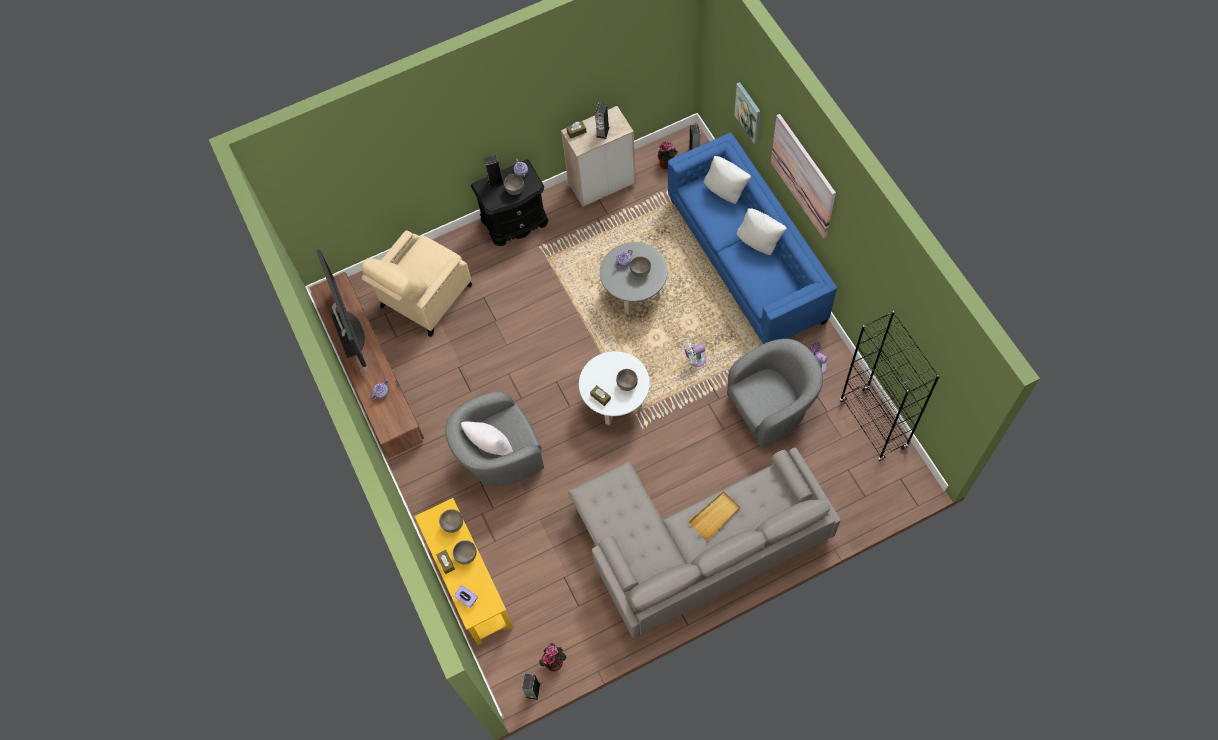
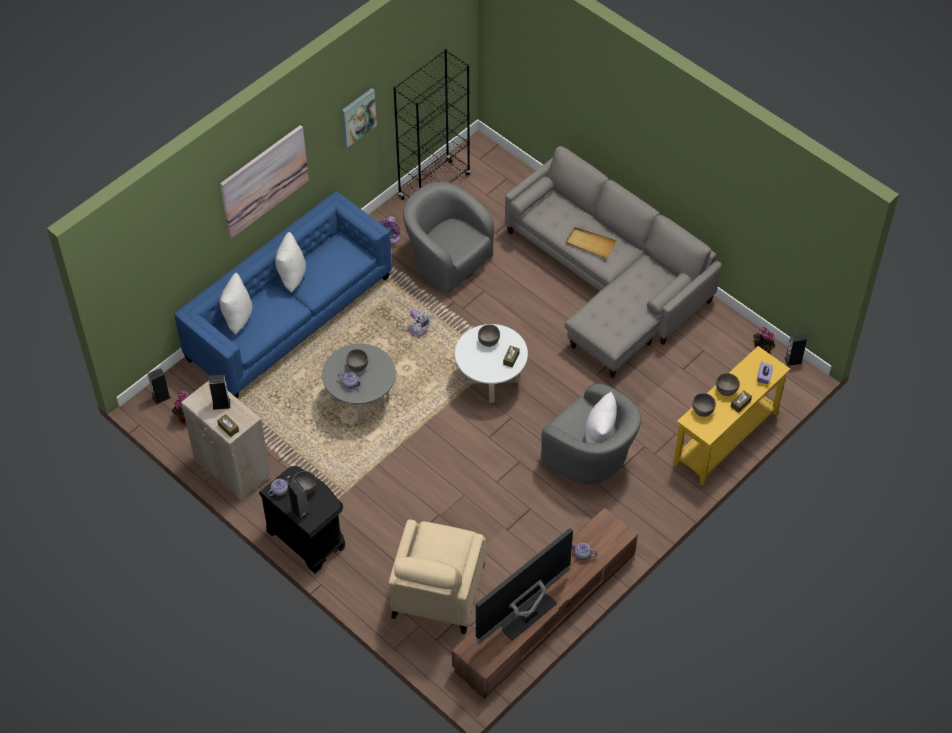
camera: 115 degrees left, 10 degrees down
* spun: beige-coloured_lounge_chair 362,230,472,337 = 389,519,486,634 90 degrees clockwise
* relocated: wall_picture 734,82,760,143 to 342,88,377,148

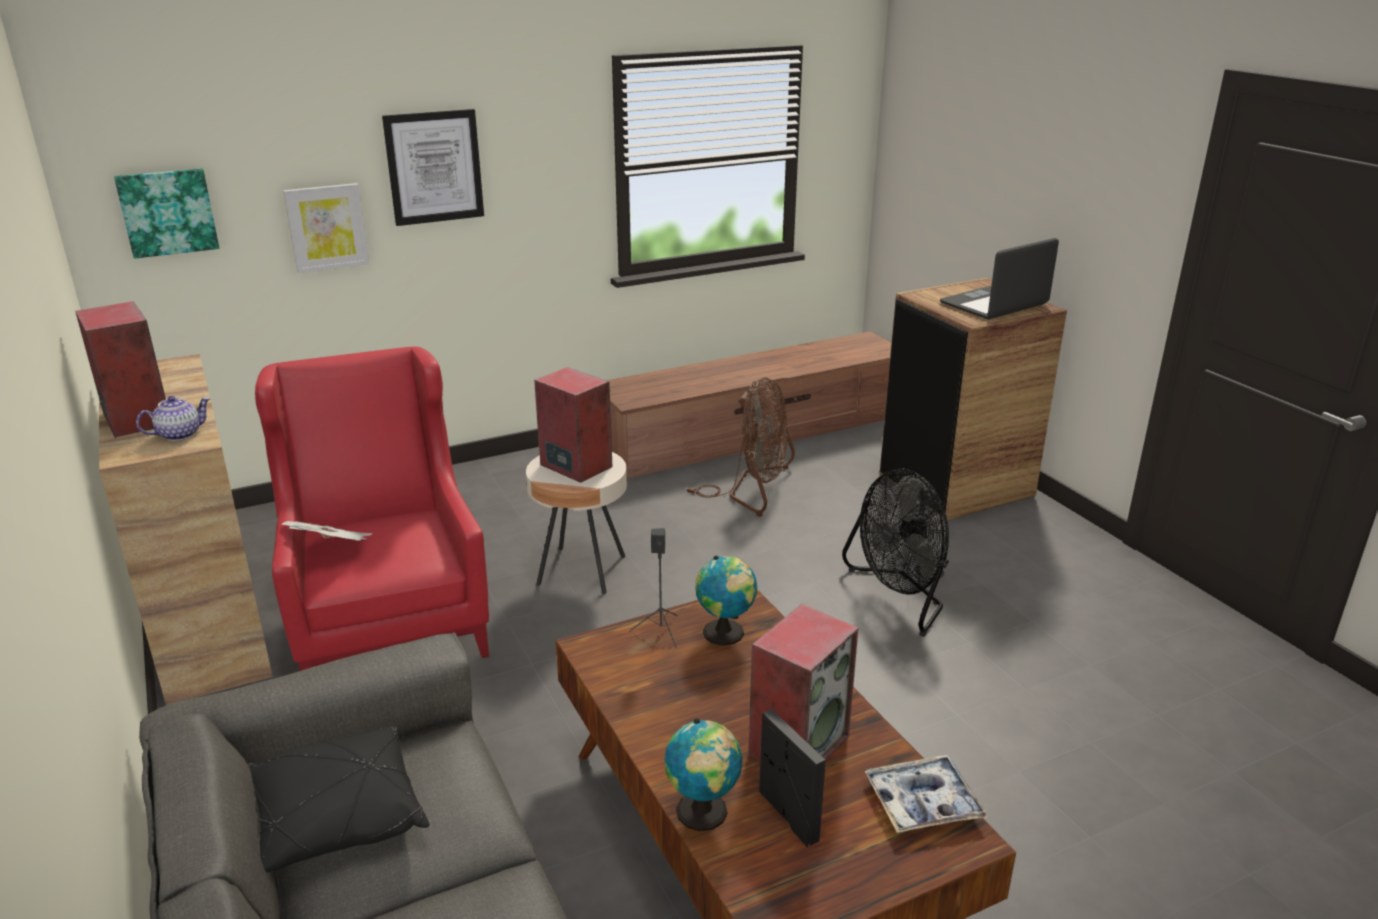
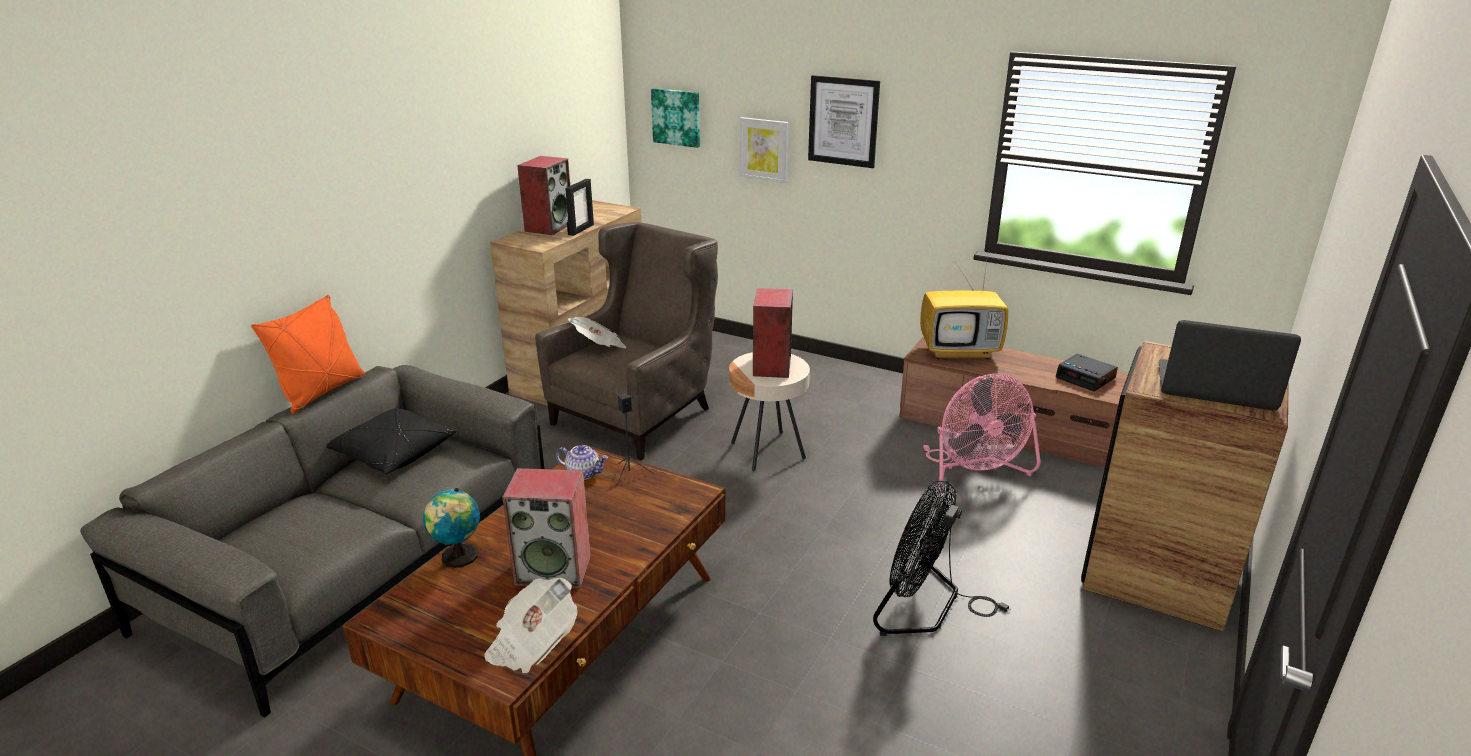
camera: 55 degrees right, 0 degrees up
* relocated: teapot 136,396,211,441 to 556,445,608,480
* colour: red-coloured_lounge_chair 255,347,489,671 to greyish_lounge_chair 535,222,718,460
* colour: brown_fan 687,377,795,517 to pink_fan 923,374,1041,488
* missing: desk_globe 695,555,757,646
* relocated: standing_frame 759,709,826,848 to 565,179,594,236
* exchanged: carrying_tray 865,755,987,833 to printed_paper 484,578,578,673
* appeared: orange-coloured_throw_pillow 251,295,365,414
* appeared: TV 920,255,1008,359
* appeared: bedside_clock 1055,354,1118,391

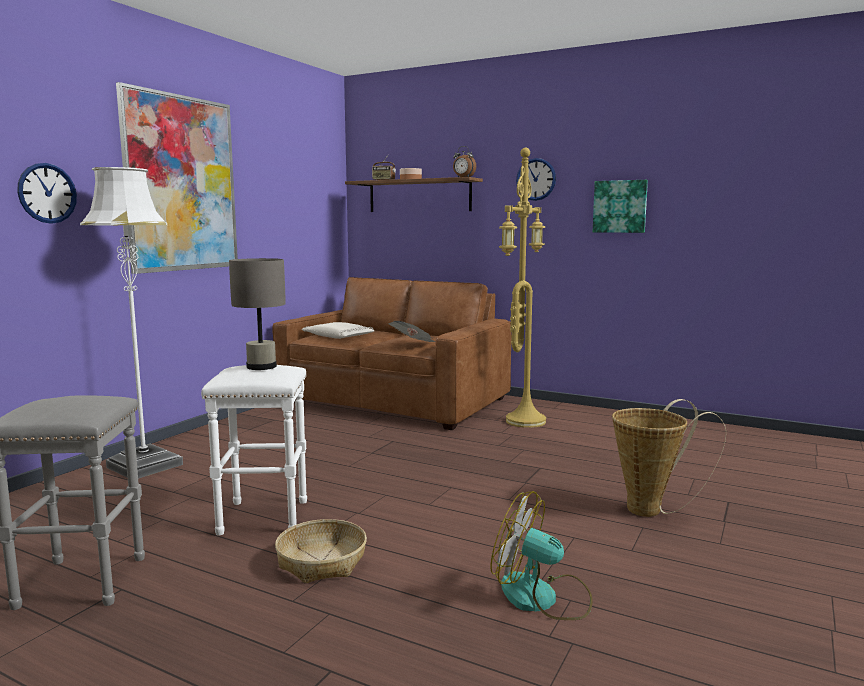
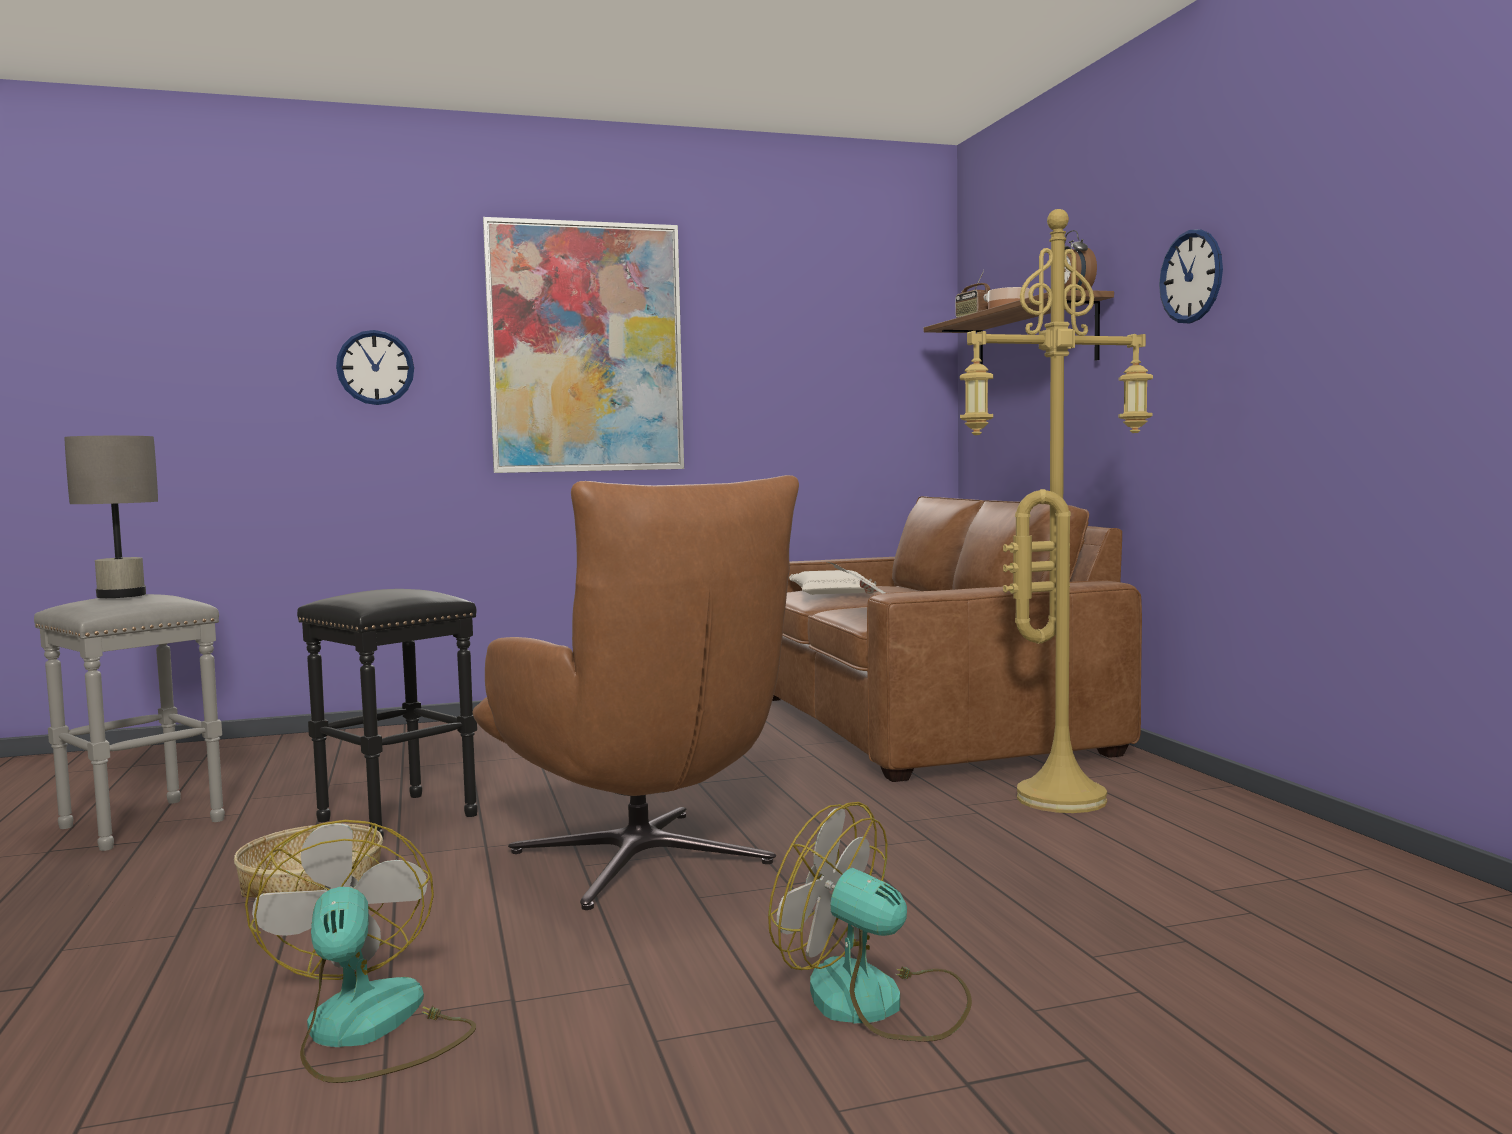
camera: 45 degrees right, 5 degrees down
* missing: whitish_standing_lamp 80,167,183,479
* colour: whitish_sitting_stool 201,365,307,535 to blackish_sitting_stool 297,589,478,838
* relocated: greyish_lamp_for_a_table 229,258,286,370 to 65,436,158,598
* missing: wall_picture 593,180,648,233
* exchanged: household_basket 612,399,726,517 to fan 768,802,972,1042
* appeared: brown_lounge_chair 473,475,799,910

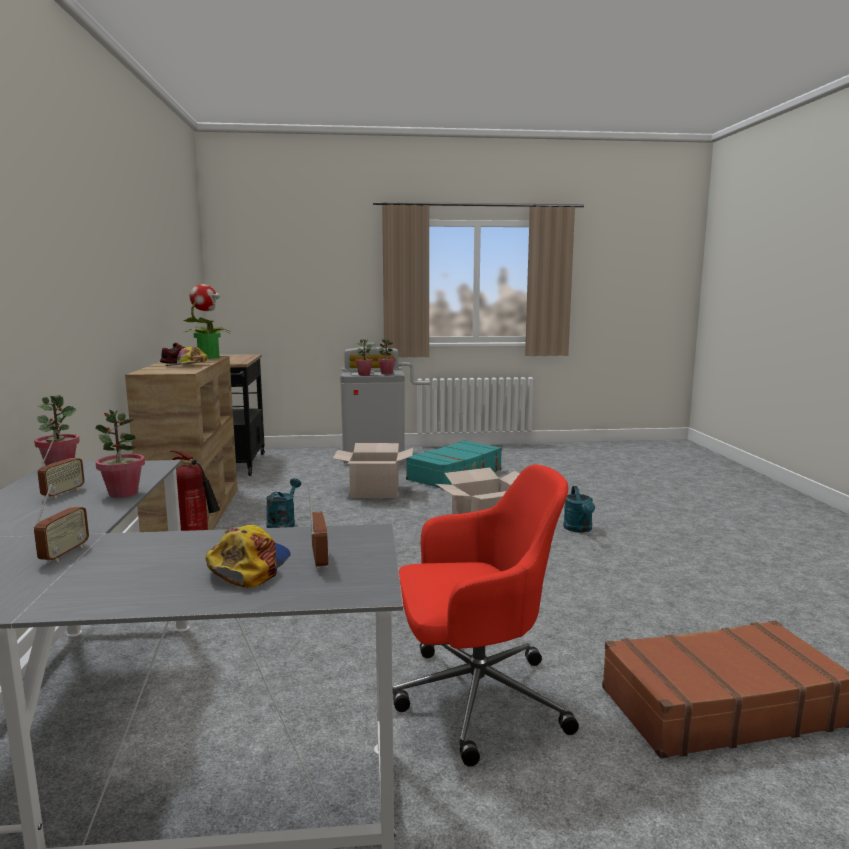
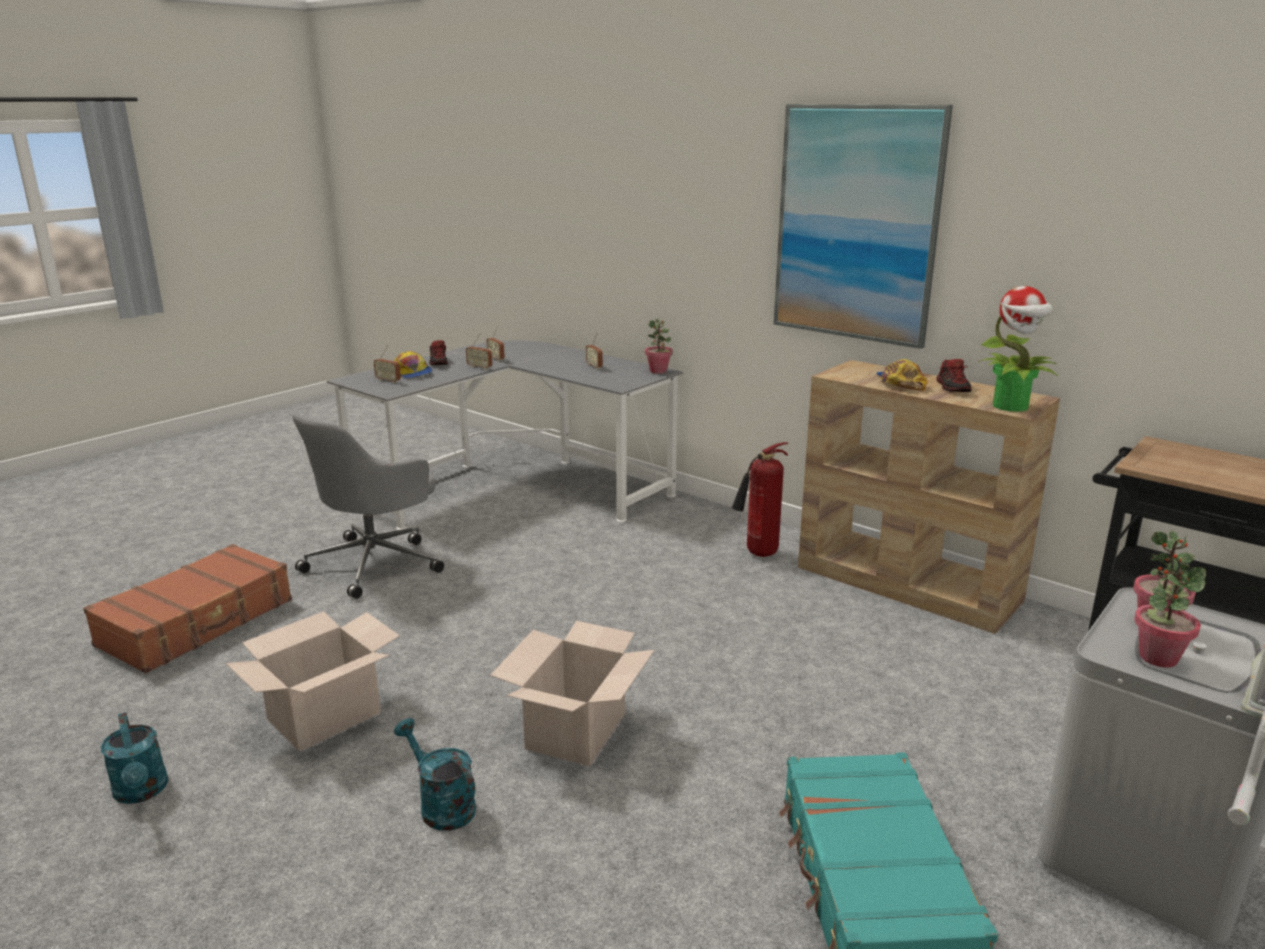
camera: 135 degrees right, 10 degrees up
* missing: potted_plant 95,410,145,498
* relocated: turquoise_watering_pot 266,478,301,528 to 101,712,168,804
* relocated: packing_box 333,443,413,498 to 226,611,400,751
* colour: red-coloured_computer_chair 392,464,579,767 to greyish_computer_chair 292,413,444,599
* appeared: low_shoe 429,340,448,365
* appeared: radio 466,333,492,370
* appeared: wall_picture 774,104,953,349

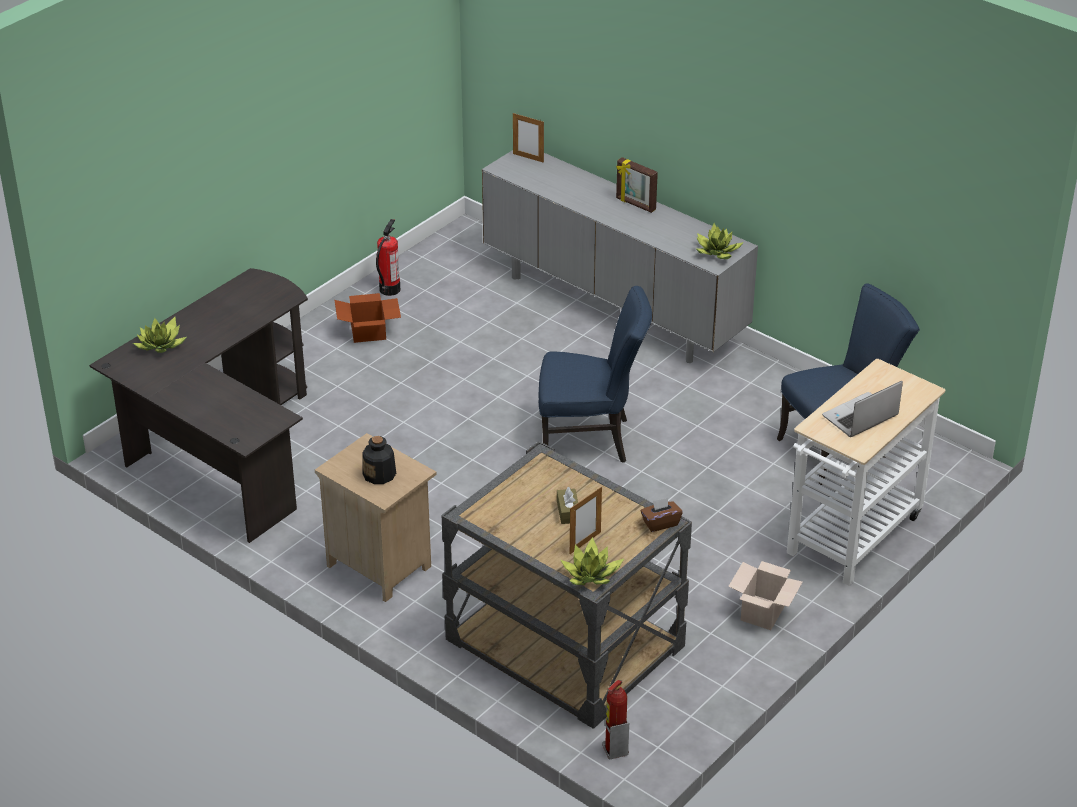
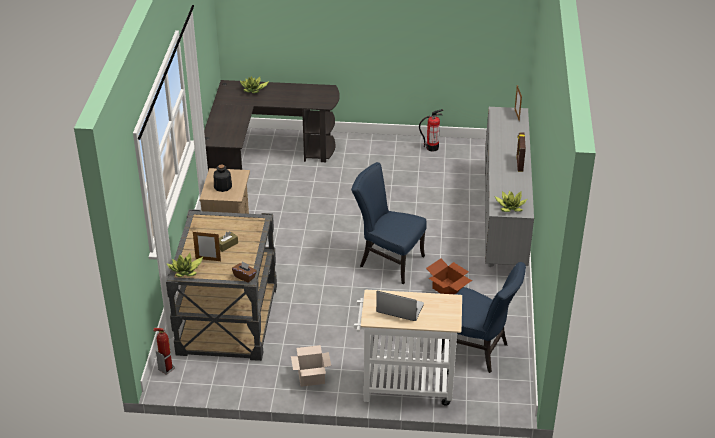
camera: 55 degrees right, 0 degrees up
* relocated: packing_box 334,293,401,343 to 426,259,472,294
* spun: blue-coloured_upright_chair 539,286,652,463 = 351,162,427,284 150 degrees clockwise

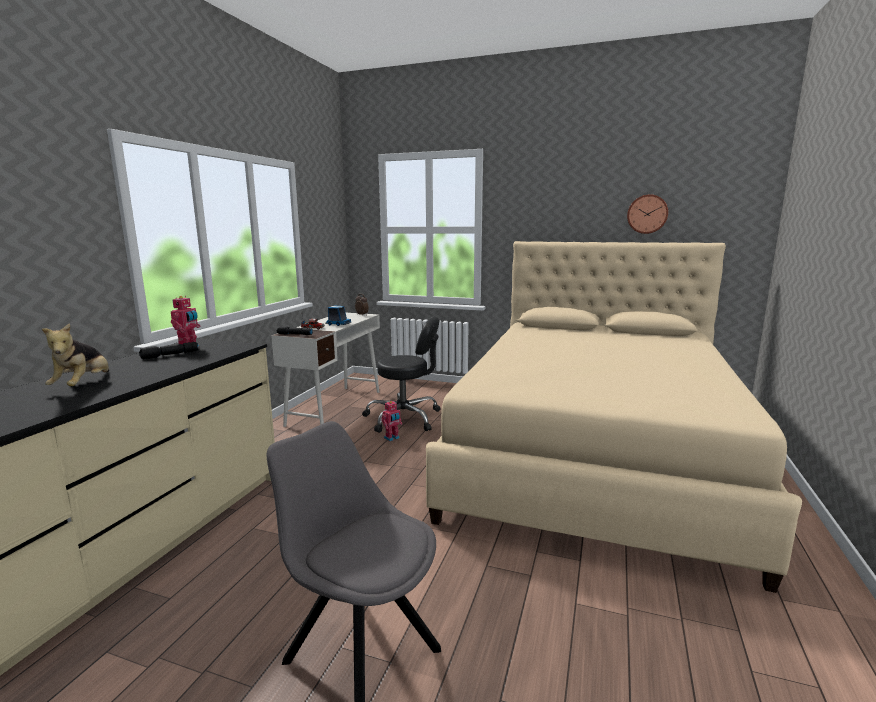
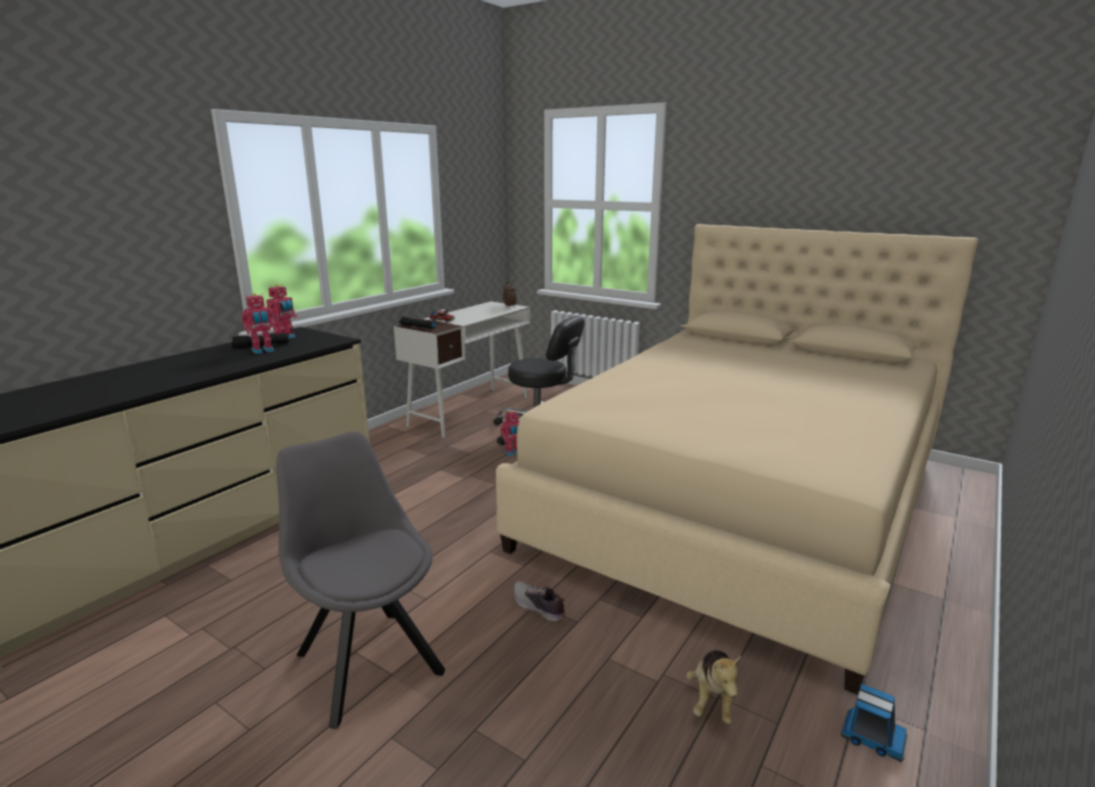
camera: 15 degrees right, 5 degrees up
* relocated: cuddly_toy 42,323,109,386 to 686,650,741,724
* relocated: toy_lorry 325,306,352,326 to 841,684,908,762
* missing: clock_on_the_wall 627,194,668,234
* appeared: robot_figure 241,293,276,354
* appeared: low_shoe 513,581,565,621

